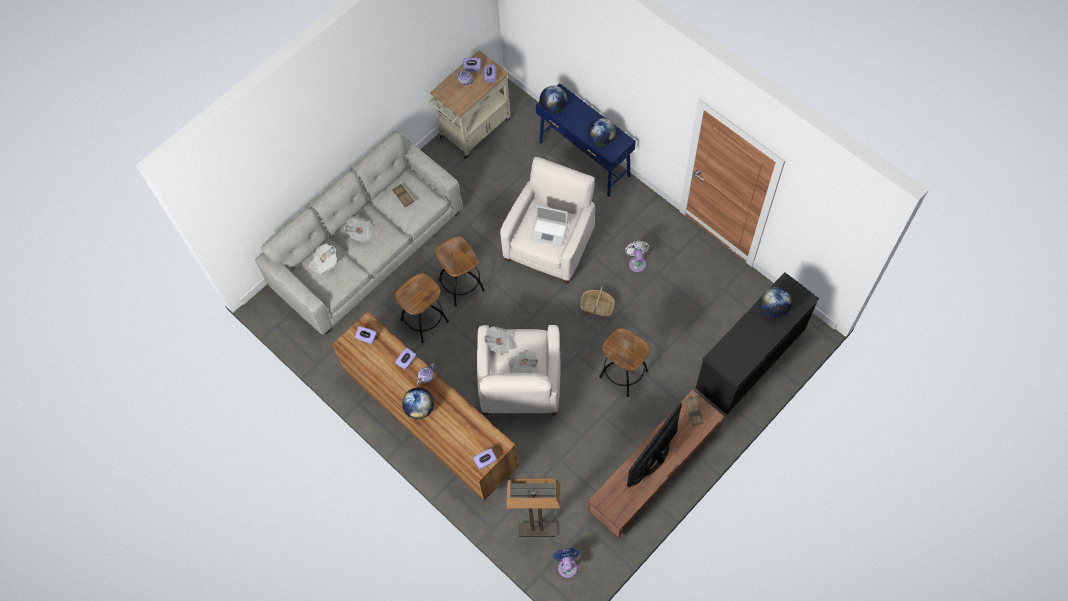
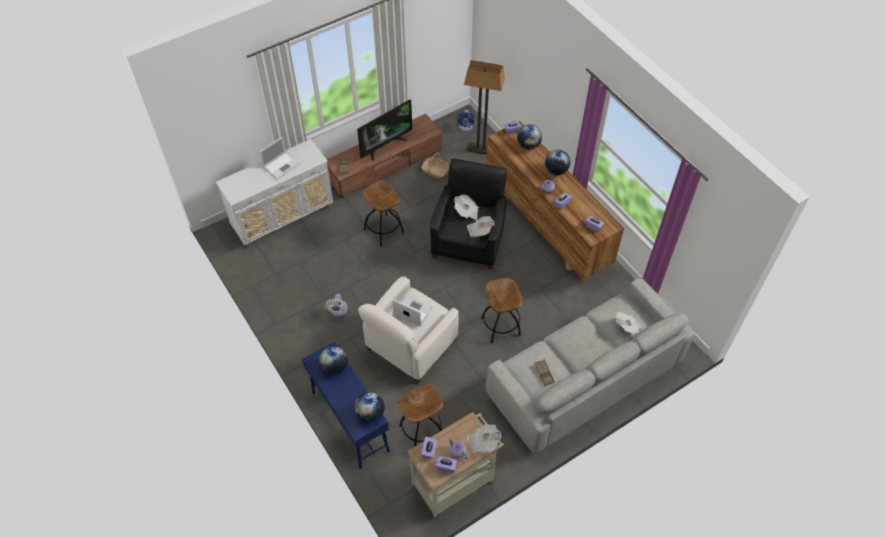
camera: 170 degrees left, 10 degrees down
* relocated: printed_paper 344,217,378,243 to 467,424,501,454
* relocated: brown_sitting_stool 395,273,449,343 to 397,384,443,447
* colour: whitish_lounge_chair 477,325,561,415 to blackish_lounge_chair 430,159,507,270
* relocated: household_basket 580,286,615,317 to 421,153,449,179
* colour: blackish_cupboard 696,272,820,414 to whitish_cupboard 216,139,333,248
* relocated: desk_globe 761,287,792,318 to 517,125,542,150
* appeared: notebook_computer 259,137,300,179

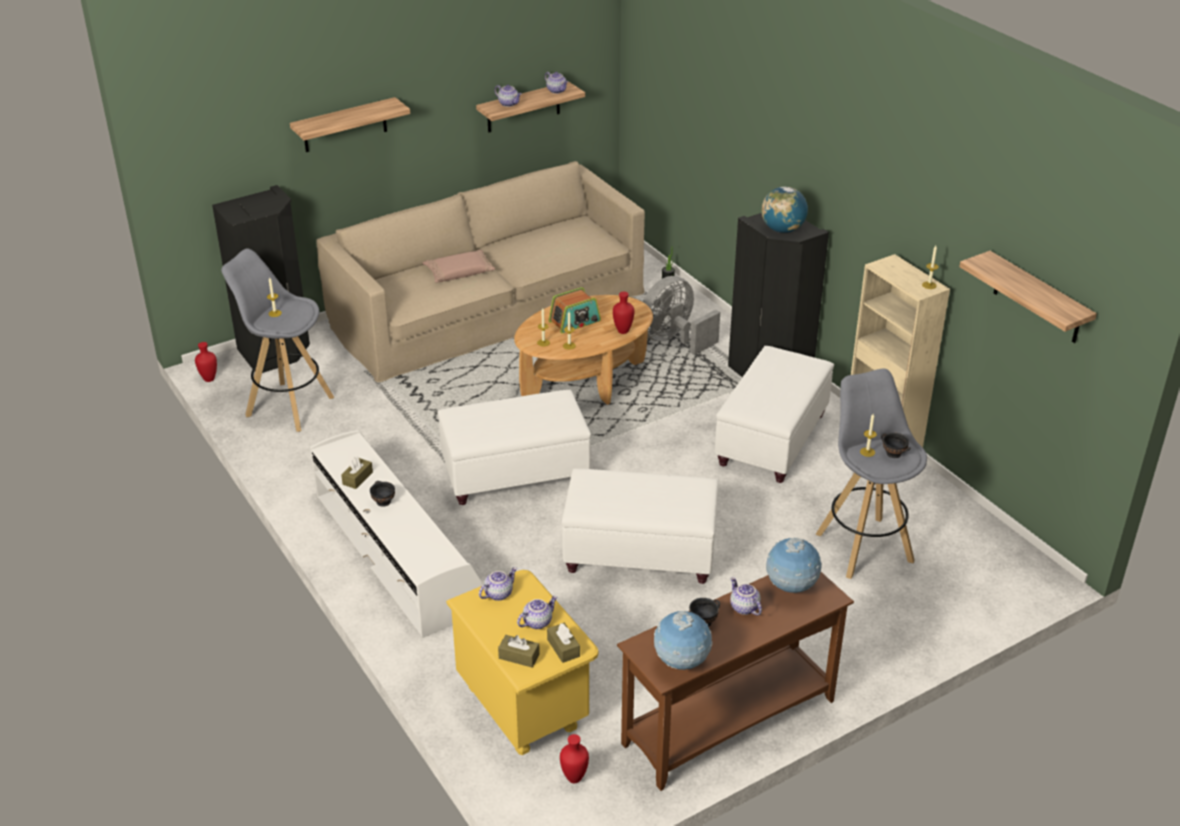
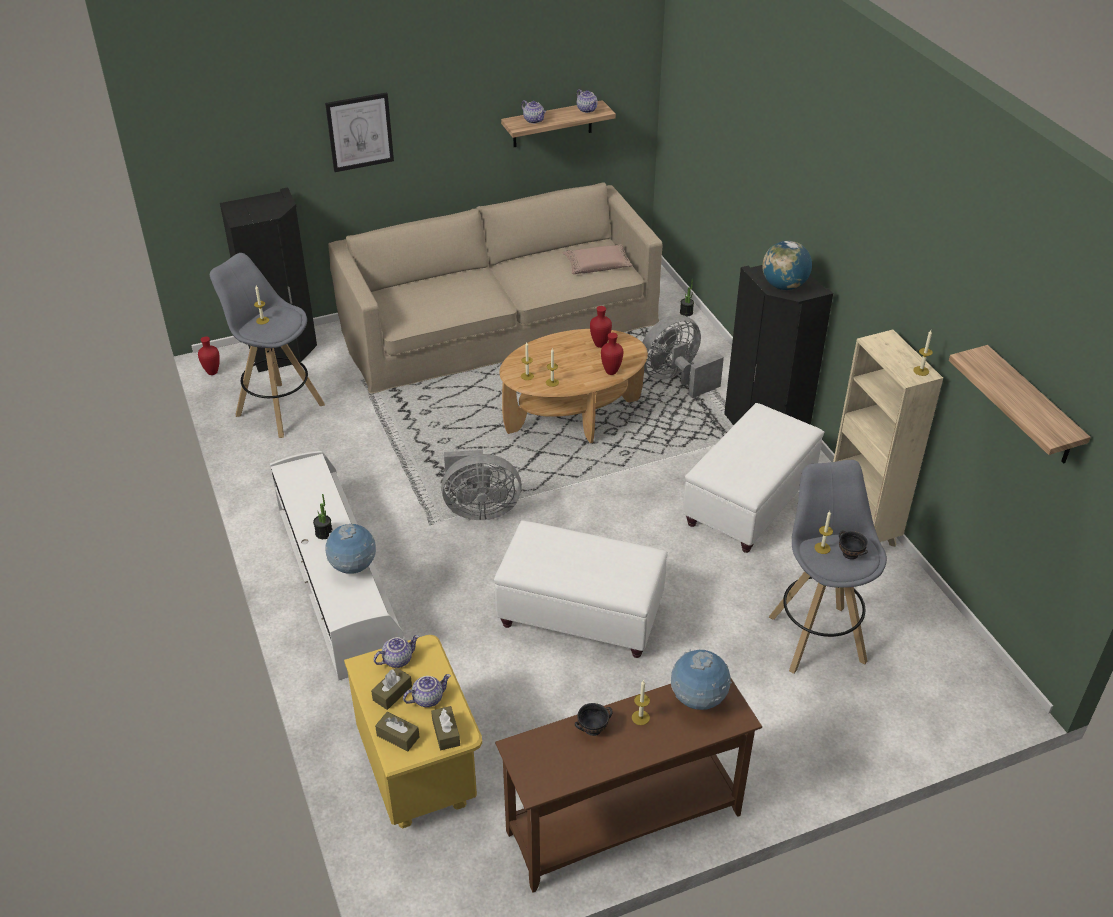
camera: 10 degrees right, 5 degrees up
* exchanged: bracket_shelf 290,97,410,152 to wall_picture 325,92,394,172
* relocated: brown_tissue_holder 341,457,373,489 to 371,667,412,710
* exchanged: blackish_serving_bowl 370,481,395,507 to potted_plant 313,494,333,539
* relocated: beige-coloured_throw_pillow 423,249,495,283 to 563,244,633,274
* exchanged: whitish_pouffe 438,390,591,505 to greyish_fan 441,450,522,520
* missing: radio 548,287,601,334
* relocated: red-coloured_vase 560,734,589,783 to 590,306,612,348
* relocated: desk_globe 654,611,713,670 to 326,524,376,574
* exchanged: teapot 730,577,762,616 to wax_candle 632,680,650,725

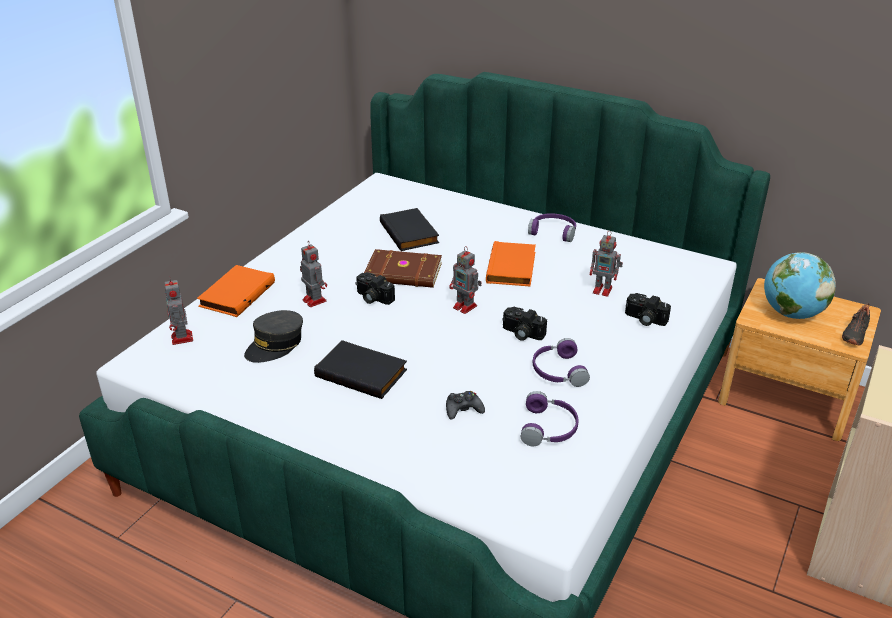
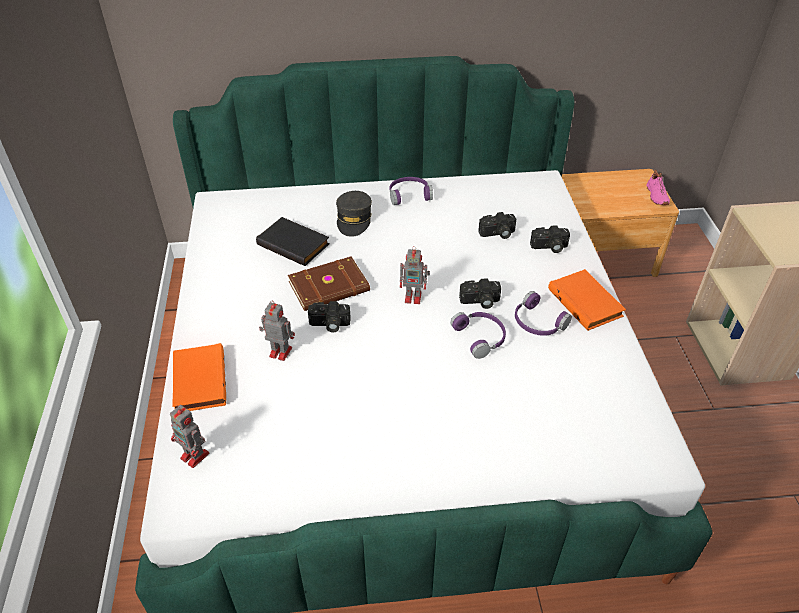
camera: 35 degrees left, 10 degrees up
* relocated: greyish_cap 244,310,303,363 to 336,191,372,237
* missing: blackish_volume 314,340,407,399
* missing: blackish_game_controller 446,391,485,420
* relocated: orange-coloured_volume 486,241,536,286 to 548,269,626,331
* relocated: purplish_pair_of_headphones 520,391,579,447 to 450,312,506,359
* exchanged: robot_figure 590,231,623,297 to still_camera 478,212,516,239
* missing: desk_globe 764,252,836,319
* colour: blackish_low_shoe 842,303,870,346 to pink_low_shoe 646,170,670,205

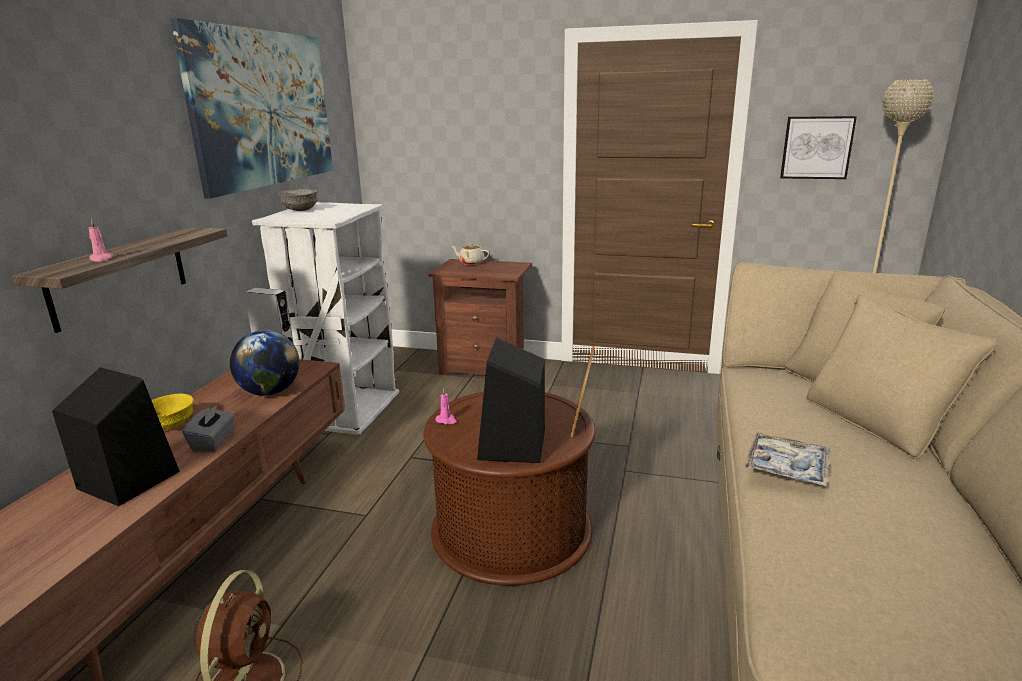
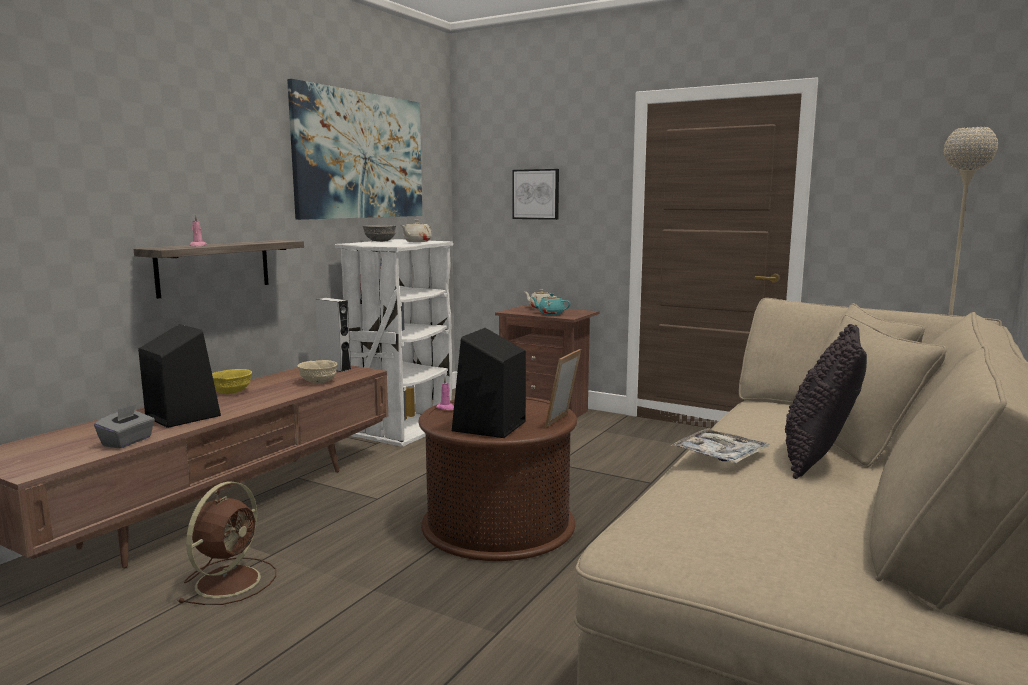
camera: 15 degrees right, 10 degrees down
* relocated: greyish_tissue_holder 183,405,235,451 to 94,405,155,448
* exchanged: desk_globe 230,330,300,396 to beige-coloured_serving_bowl 297,360,337,383
* relocated: wall_picture 780,116,857,179 to 512,169,559,220
* appeared: beige-coloured_teapot 401,220,432,242
* appeared: turquoise_teapot 532,294,571,315
* appeared: blackish_throw_pillow 785,324,867,479

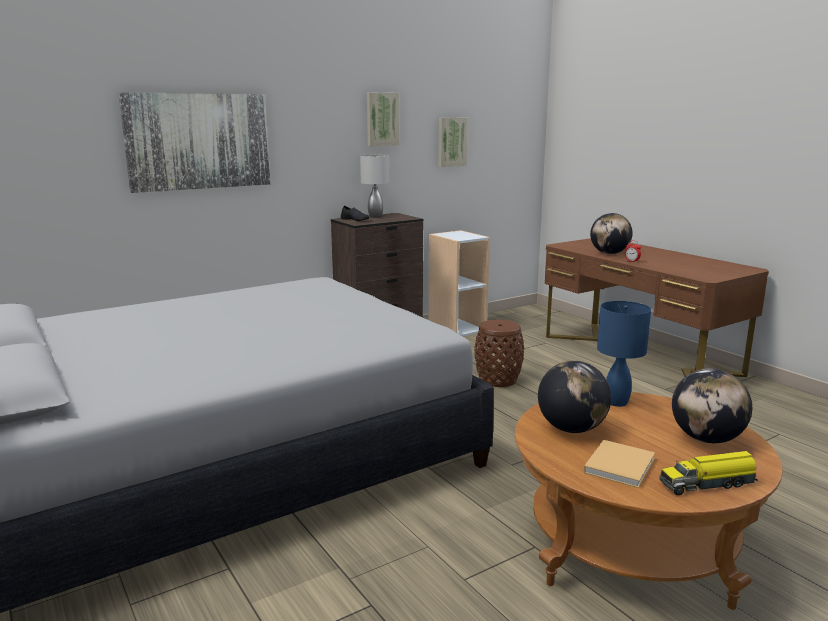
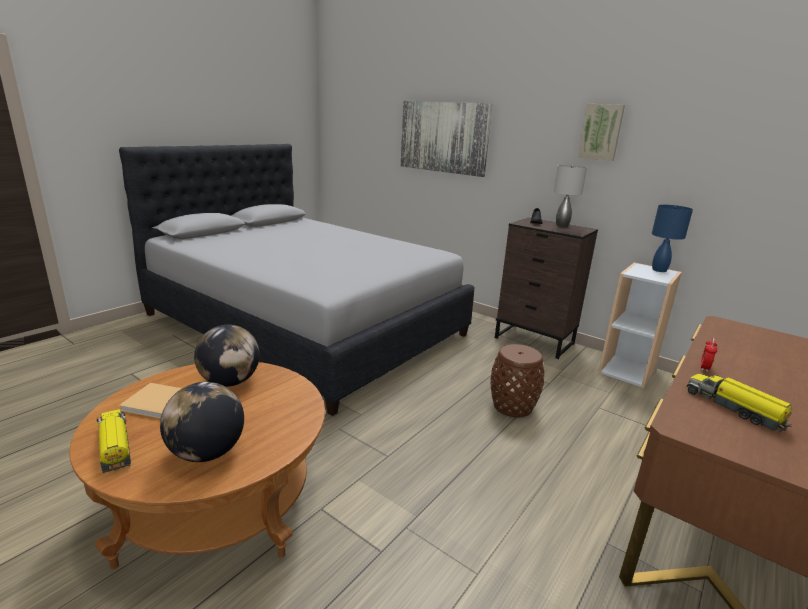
camera: 70 degrees right, 5 degrees up
* missing: wall_picture 438,118,468,167
* missing: desk_globe 590,213,632,254
* relocated: blue-coloured_lamp_for_a_table 597,301,651,407 to 652,205,693,272
* appeared: toy_lorry 687,374,793,432

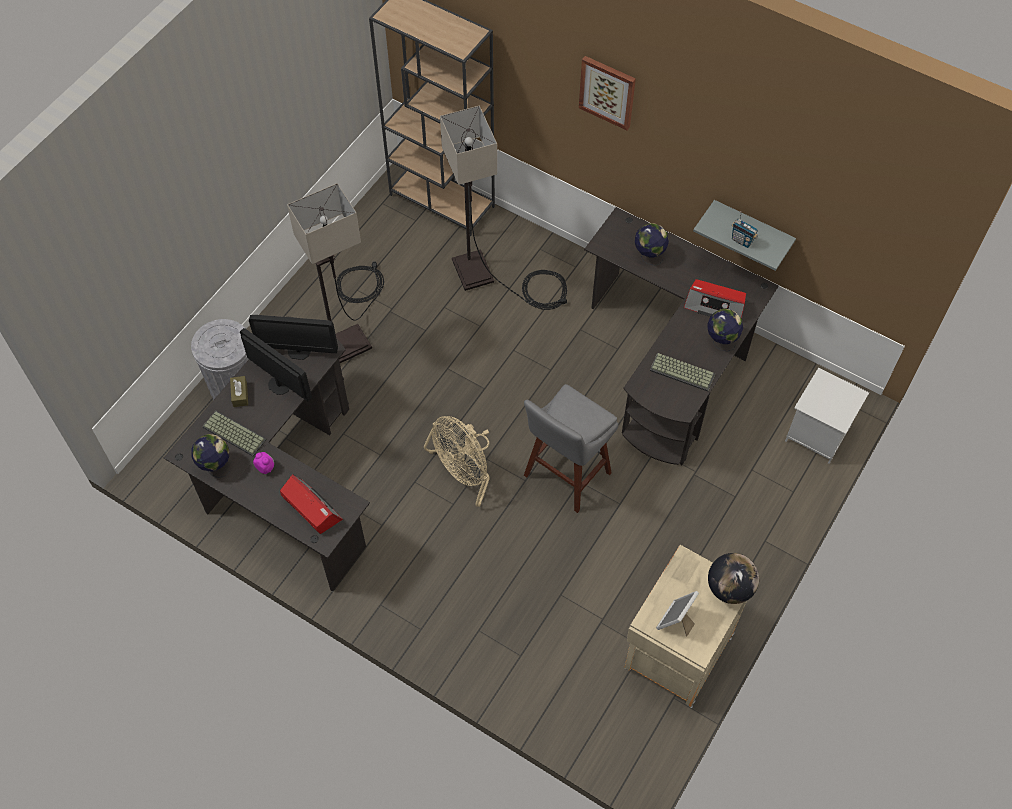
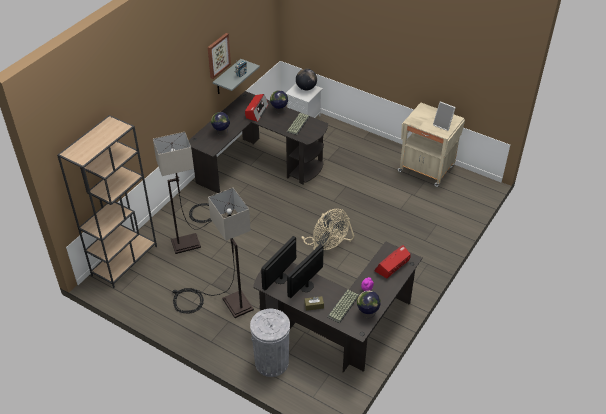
camera: 90 degrees left, 15 degrees down
* spun: computer_display 249,315,338,360 = 261,236,296,291 150 degrees counterclockwise
* missing: greyish_sitting_stool 524,384,618,513
* relocated: wall_picture 579,56,636,130 to 208,33,231,79
* relocated: desk_globe 708,553,759,604 to 296,69,317,90

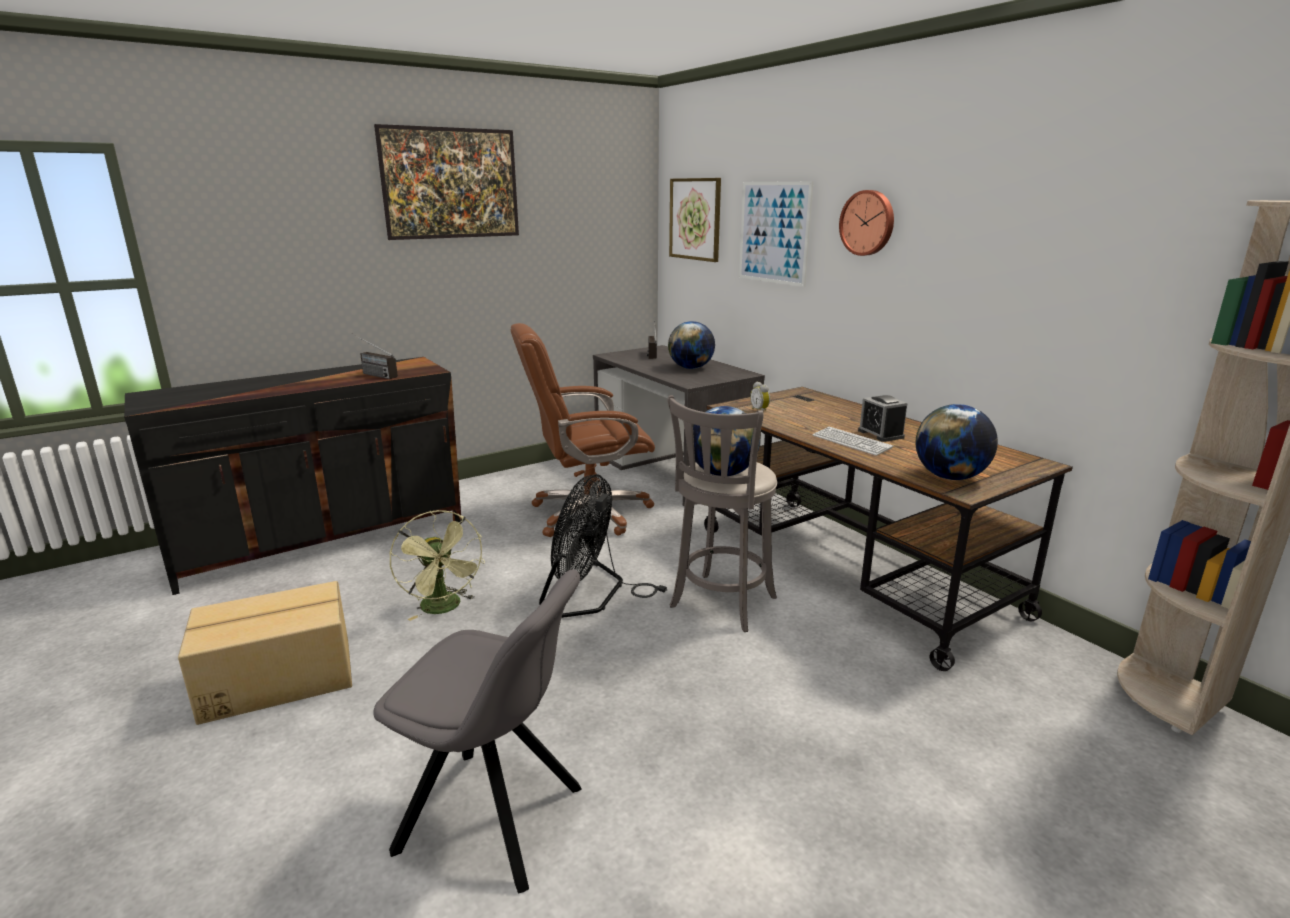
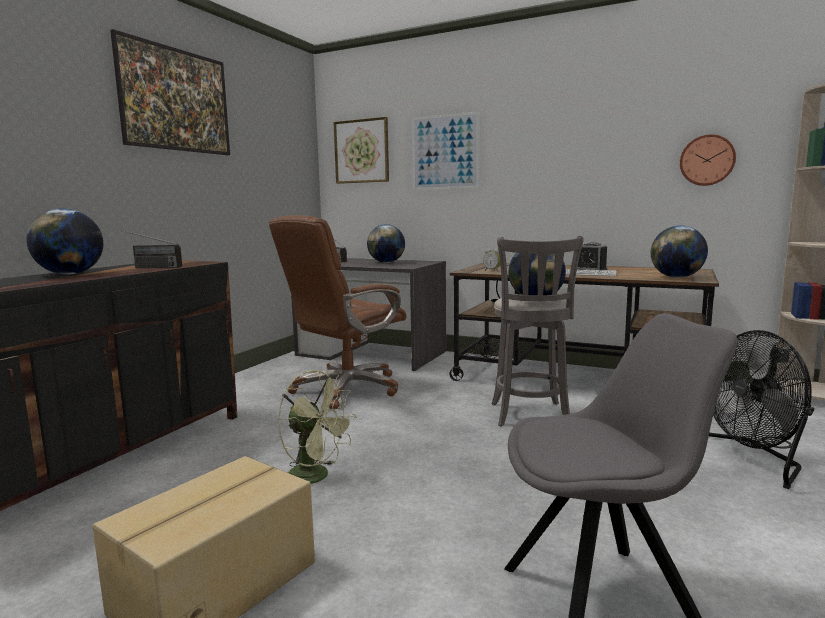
camera: 30 degrees left, 10 degrees down
* relocated: blackish_fan 539,474,668,618 to 709,330,814,489
* relocated: clock_on_the_wall 839,190,894,256 to 680,134,736,186
* appeared: desk_globe 26,208,103,275

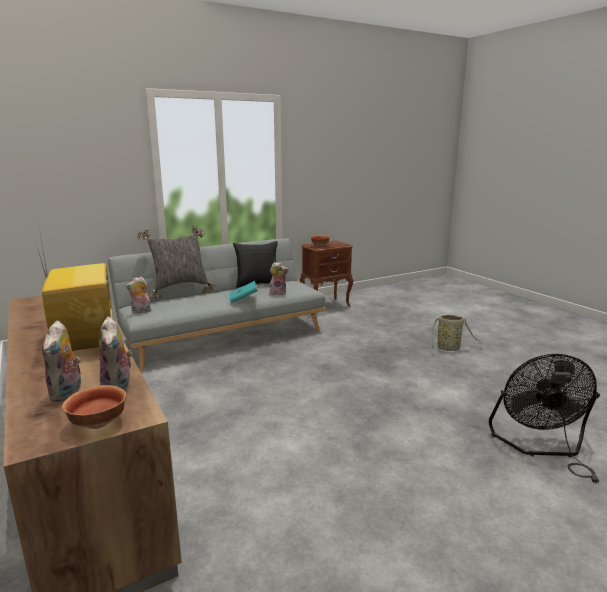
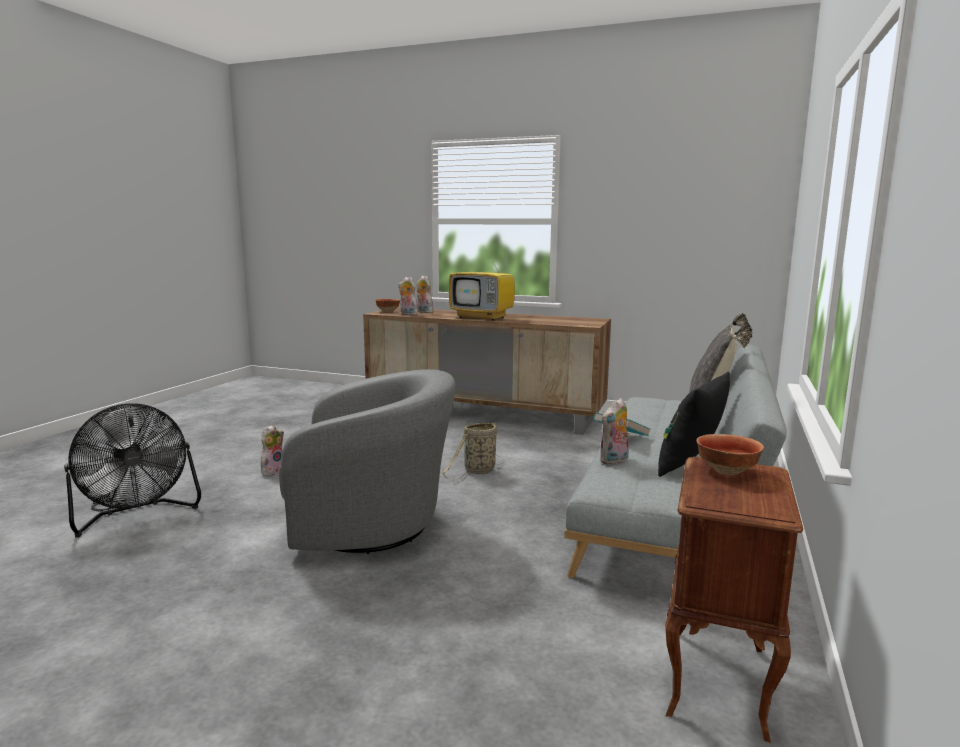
camera: 140 degrees right, 5 degrees down
* relocated: cuddly_toy 125,277,152,313 to 261,425,284,476
* relocated: household_basket 426,315,482,351 to 442,422,505,480
* appeared: greyish_lounge_chair 279,369,455,554

